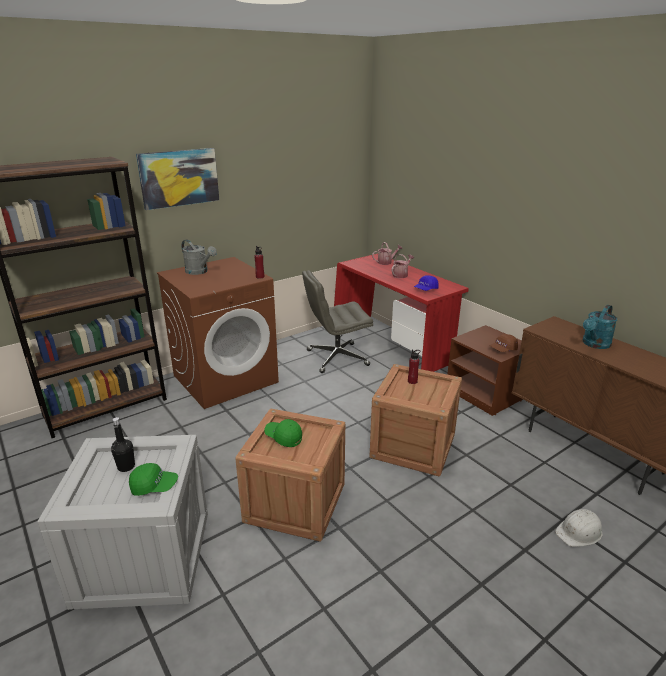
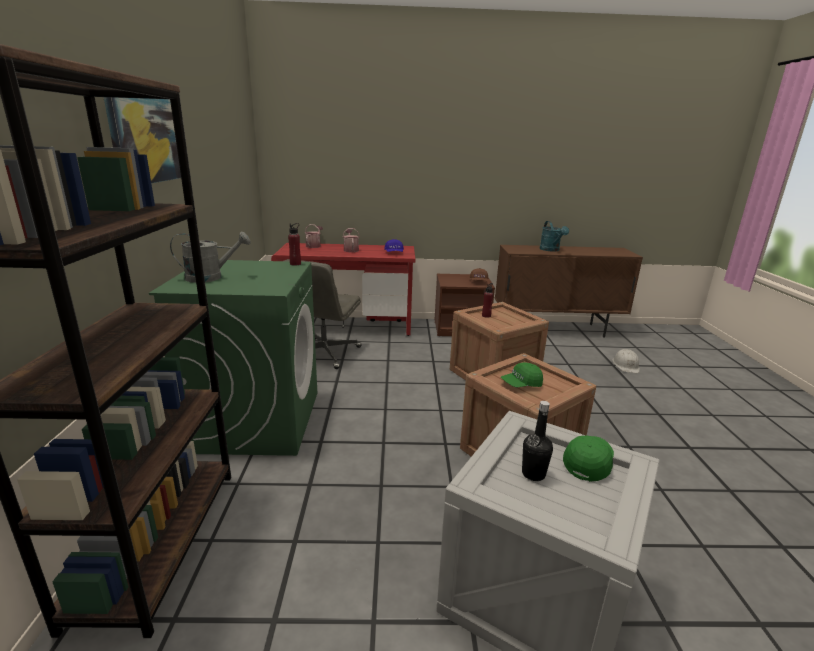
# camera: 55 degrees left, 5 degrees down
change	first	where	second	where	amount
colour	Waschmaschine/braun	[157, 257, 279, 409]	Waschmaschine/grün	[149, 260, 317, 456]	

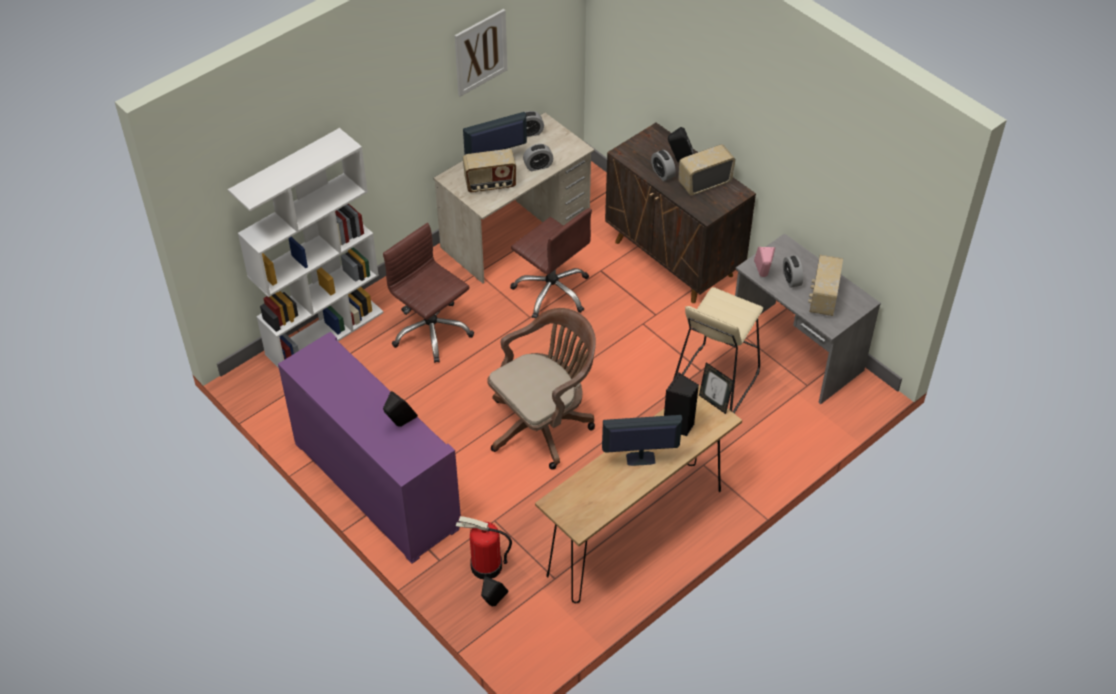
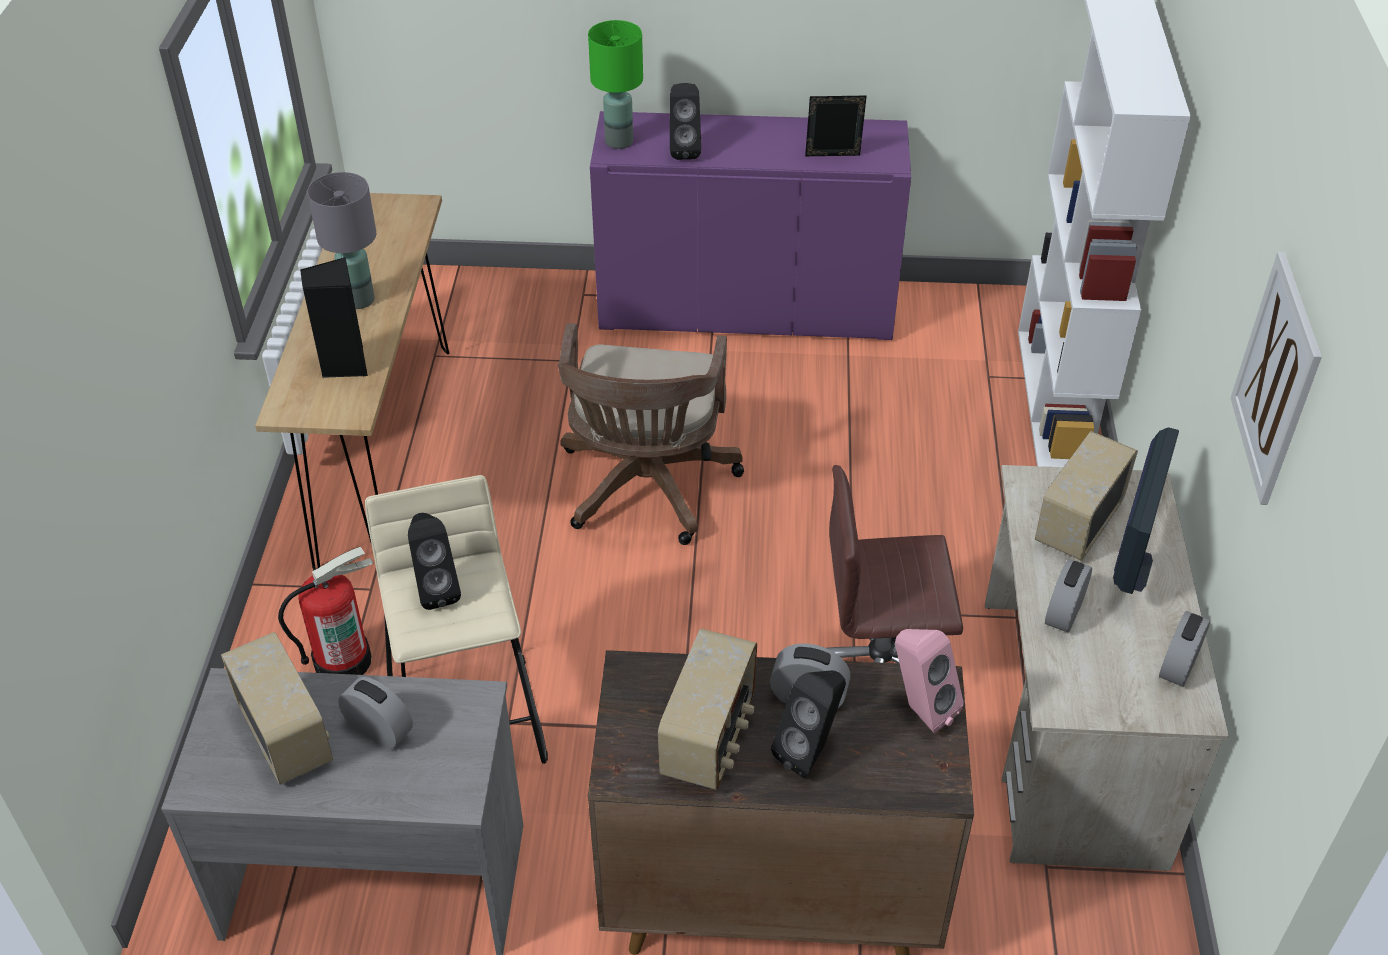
# camera: 135 degrees right, 5 degrees down
change	first	where	second	where	amount
missing	Bürostuhl/braun	[383, 223, 474, 363]			
appeared			Tischlampe/grün	[588, 20, 643, 149]	
relocated	Feuerlöscher	[456, 516, 512, 579]		[278, 546, 374, 675]	
relocated	Lautsprecher/schwarz	[481, 576, 509, 607]		[408, 513, 461, 610]	
relocated	Bilderrahmen	[699, 362, 734, 414]		[805, 95, 867, 156]	
relocated	Lautsprecher/rosa	[754, 247, 775, 277]		[895, 629, 964, 734]	
exchanged	Monitor	[602, 415, 682, 466]	Tischlampe/grau	[307, 172, 376, 309]	

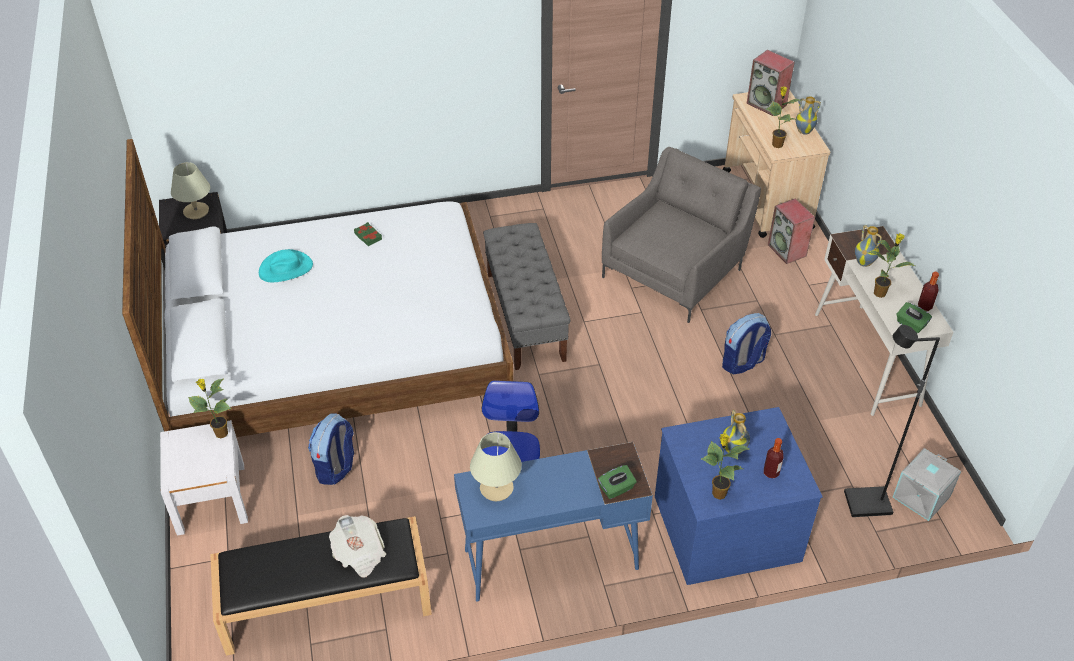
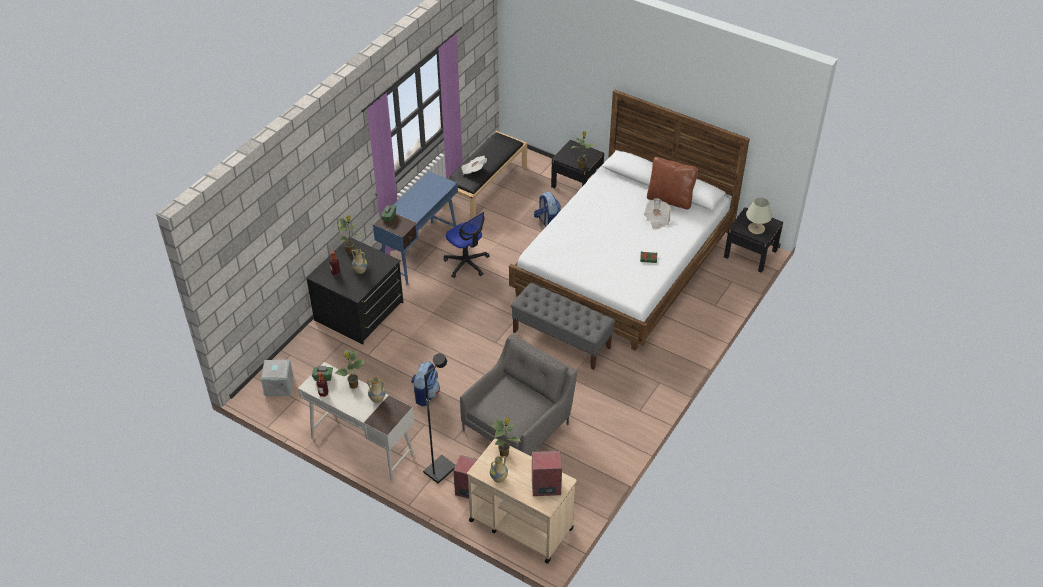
# camera: 135 degrees right, 0 degrees up
change	first	where	second	where	amount
missing	Tischlampe/beige	[470, 432, 522, 501]			
appeared			Kissen/braun	[647, 157, 698, 209]	
relocated	Stehlampe/schwarz	[844, 325, 940, 517]		[423, 353, 456, 484]	
exchanged	Hut/türkis	[259, 249, 313, 282]	Zeitung	[644, 198, 671, 230]	
colour	Nachttisch/weiß	[160, 420, 248, 536]	Nachttisch/schwarz	[551, 140, 604, 188]	
colour	Kommode/blau	[655, 407, 823, 585]	Kommode/schwarz	[306, 237, 403, 344]	
spun	Sessel/grau	[602, 147, 761, 323]		[460, 334, 577, 456]	135 degrees counterclockwise

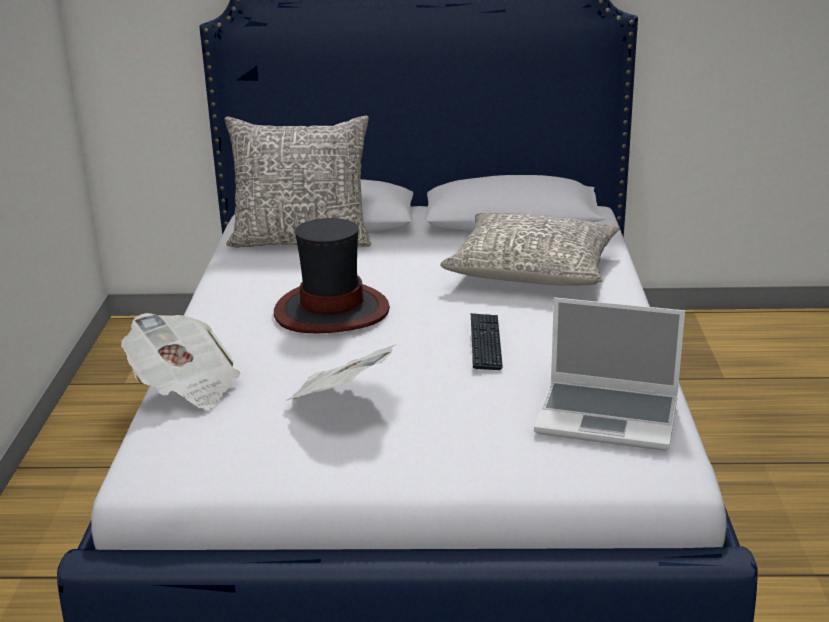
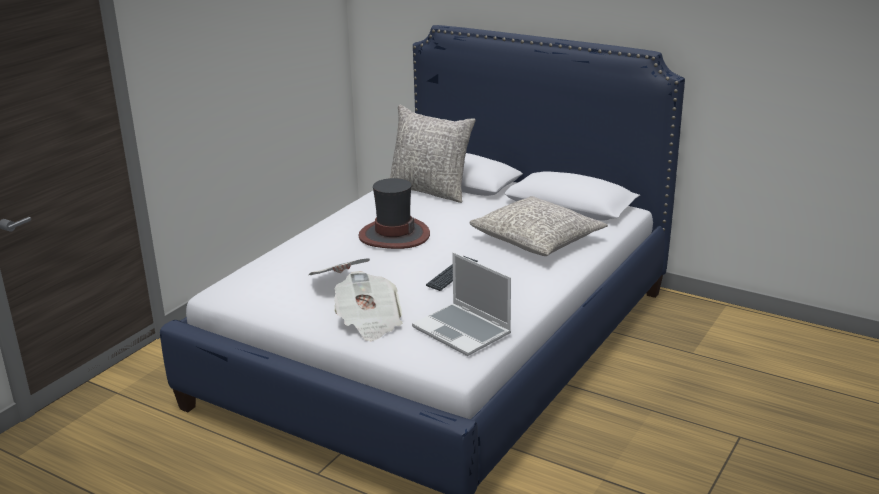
# camera: 30 degrees right, 0 degrees up
change	first	where	second	where	amount
relocated	Zeitung	[121, 313, 241, 409]		[334, 271, 403, 341]	

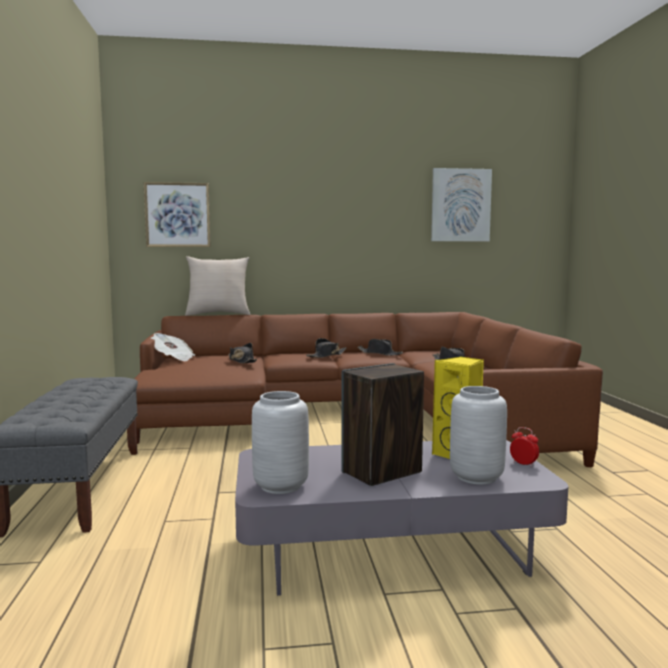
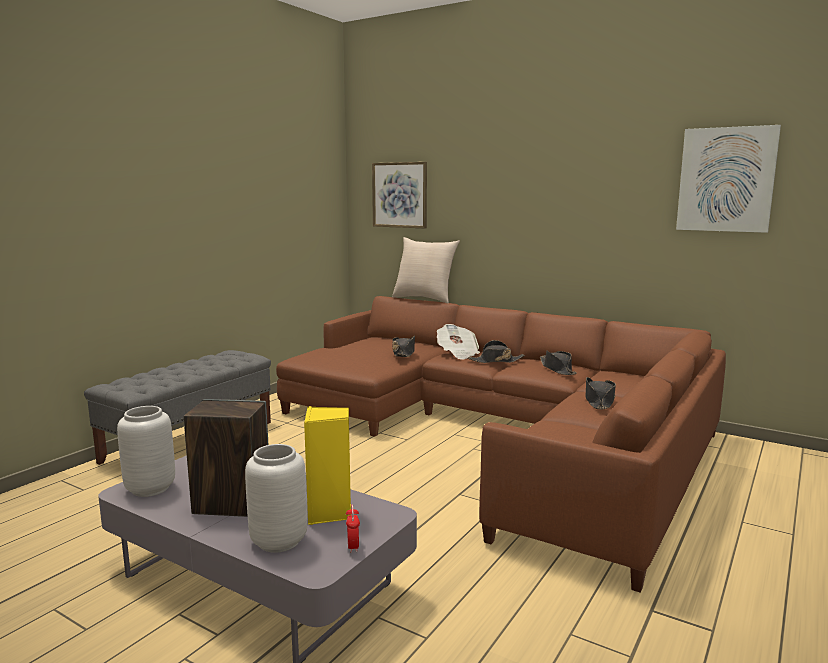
# camera: 40 degrees right, 5 degrees up
change	first	where	second	where	amount
relocated	Zeitung	[151, 333, 195, 361]		[437, 324, 480, 360]	

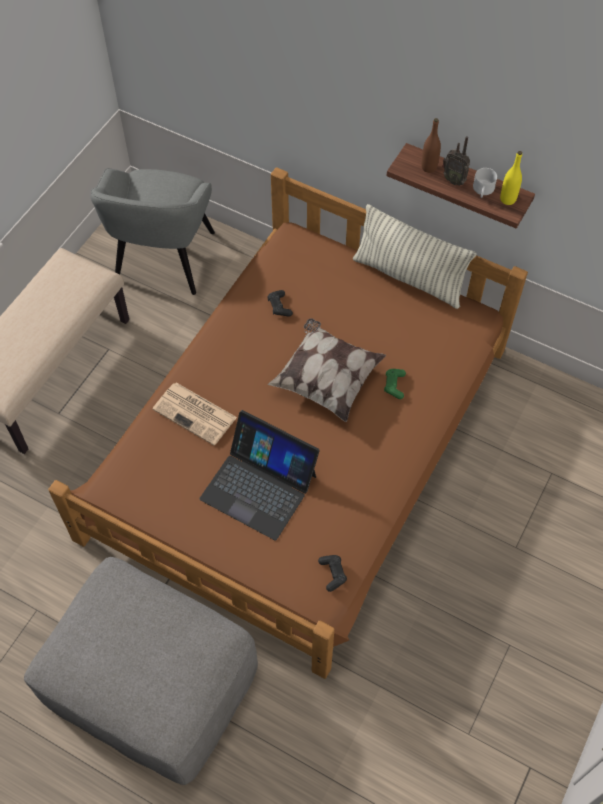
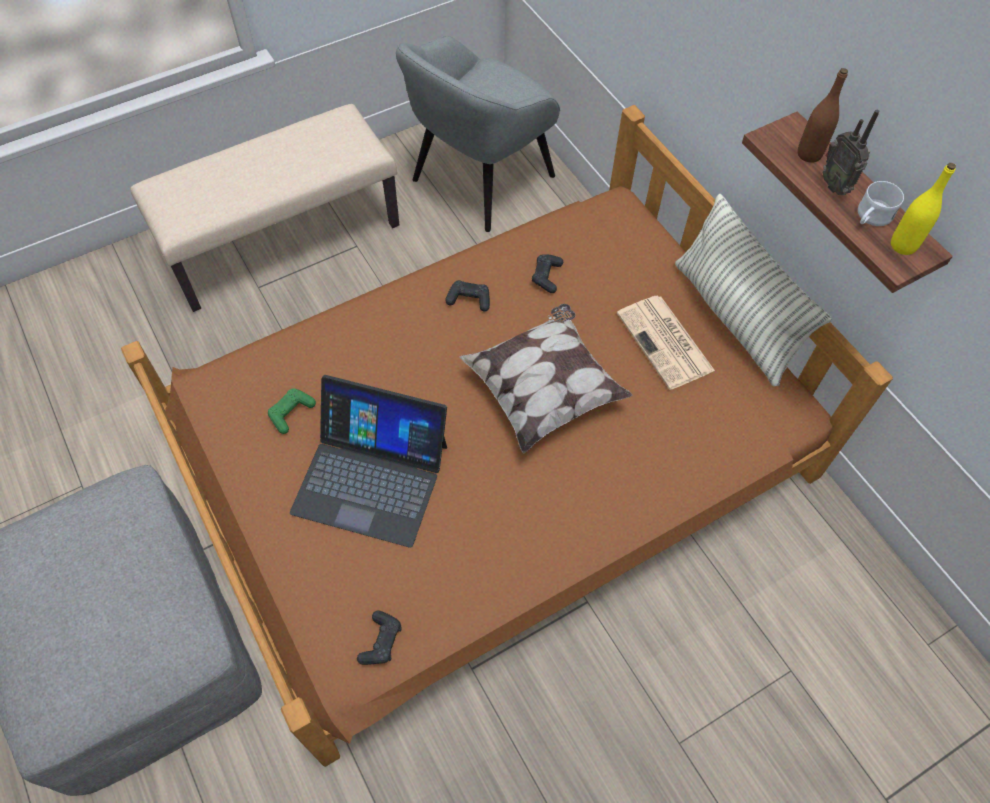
# camera: 30 degrees right, 0 degrees up
change	first	where	second	where	amount
appeared			Gamepad/schwarz	[445, 280, 490, 312]	
relocated	Zeitung	[152, 382, 237, 445]		[617, 296, 715, 390]	
relocated	Gamepad/grün	[384, 369, 406, 399]		[268, 388, 316, 434]	
spun	Laptop	[199, 410, 320, 540]		[290, 375, 447, 548]	45 degrees counterclockwise

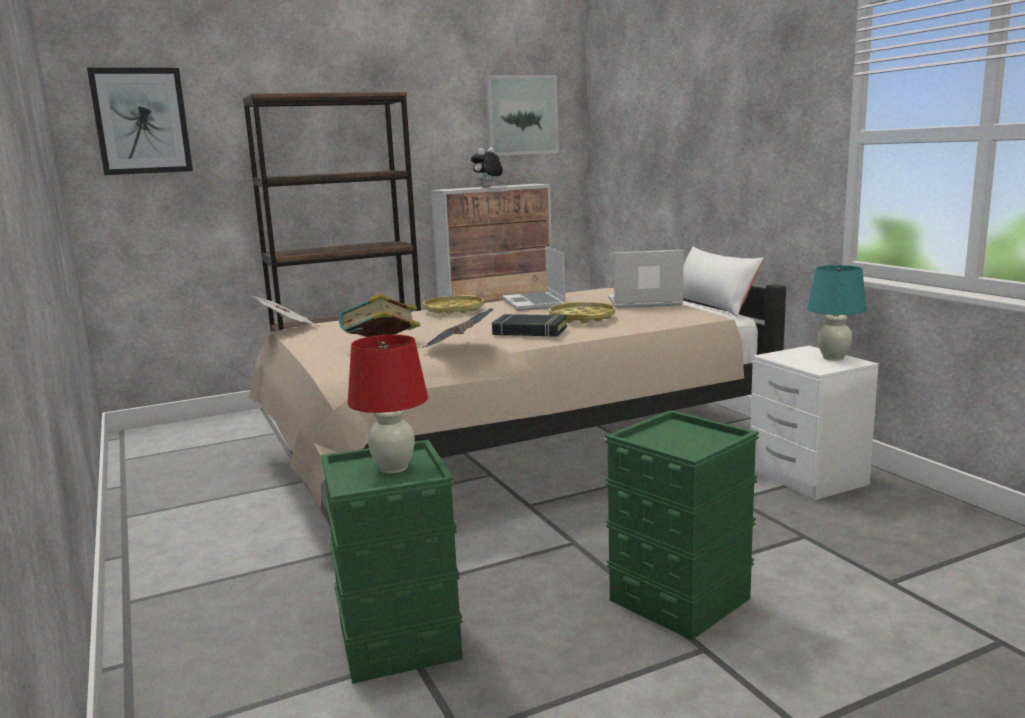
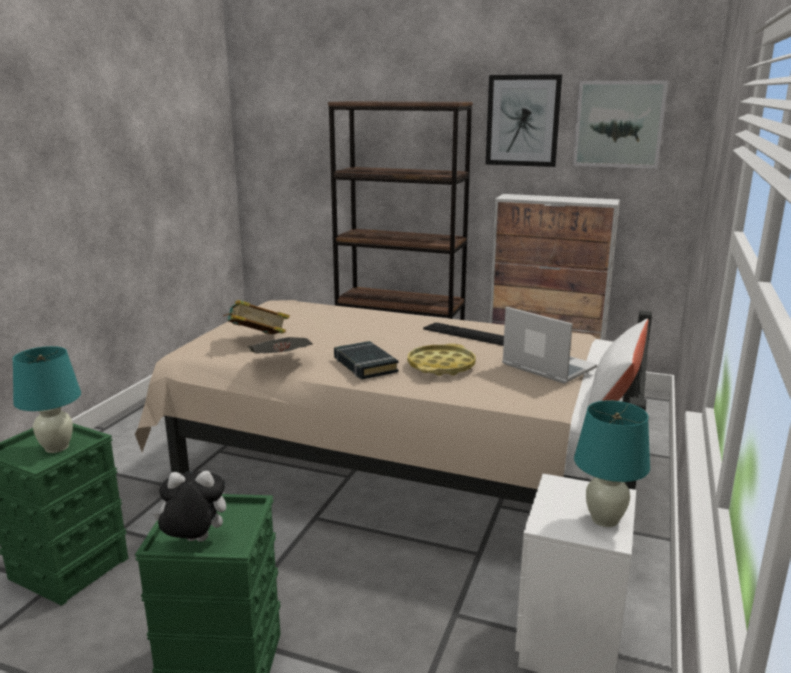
# camera: 45 degrees right, 5 degrees up
change	first	where	second	where	amount
missing	Zeitung	[249, 295, 319, 326]			
missing	Tablett/gelb	[423, 295, 484, 315]			
relocated	Bild	[87, 68, 193, 175]		[486, 74, 562, 167]	
relocated	Plüschtier	[471, 147, 503, 187]		[153, 471, 226, 542]	
exchanged	Laptop	[502, 246, 565, 311]	Tastatur	[423, 323, 504, 346]	
colour	Tischlampe/rot	[347, 335, 428, 474]	Tischlampe/türkis	[13, 346, 81, 453]	

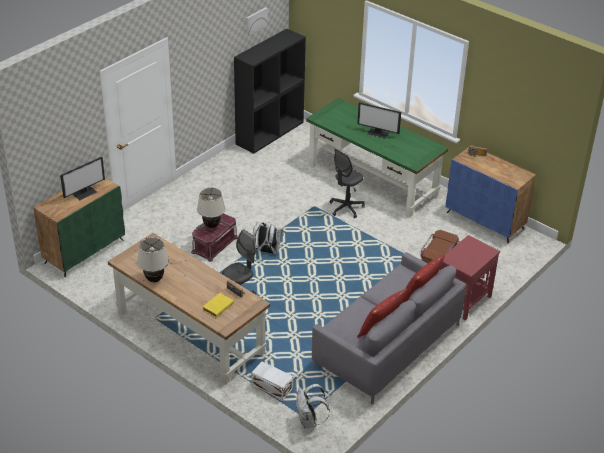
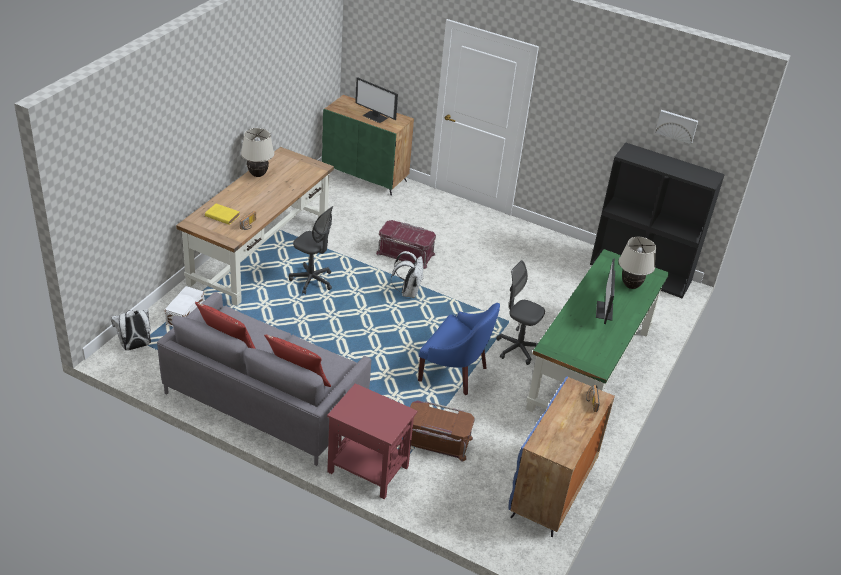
# camera: 75 degrees right, 0 degrees up
change	first	where	second	where	amount
appeared			Sessel/blau	[418, 303, 500, 395]	
relocated	Tischlampe/beige	[197, 187, 225, 228]		[619, 237, 656, 289]	

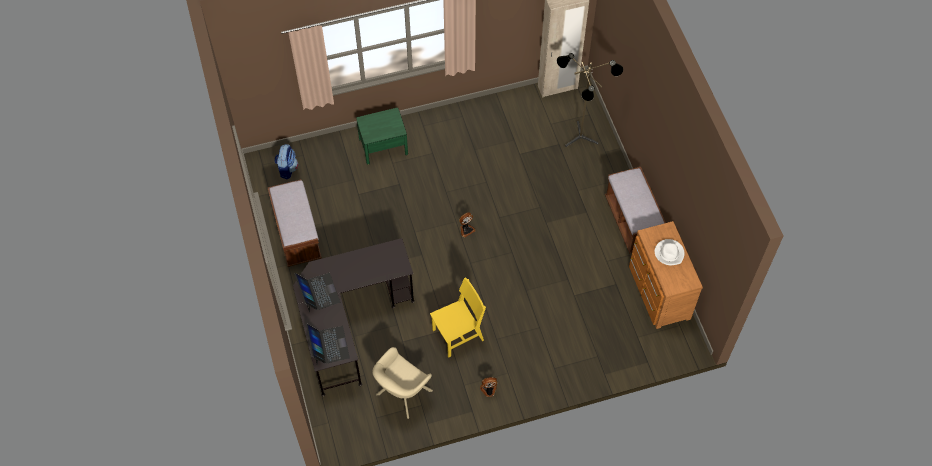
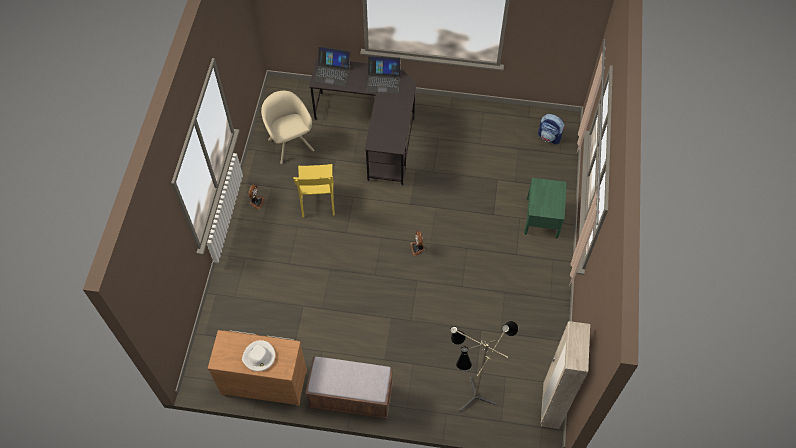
# camera: 115 degrees right, 0 degrees up
change	first	where	second	where	amount
missing	Bank/braun	[268, 179, 322, 267]			

